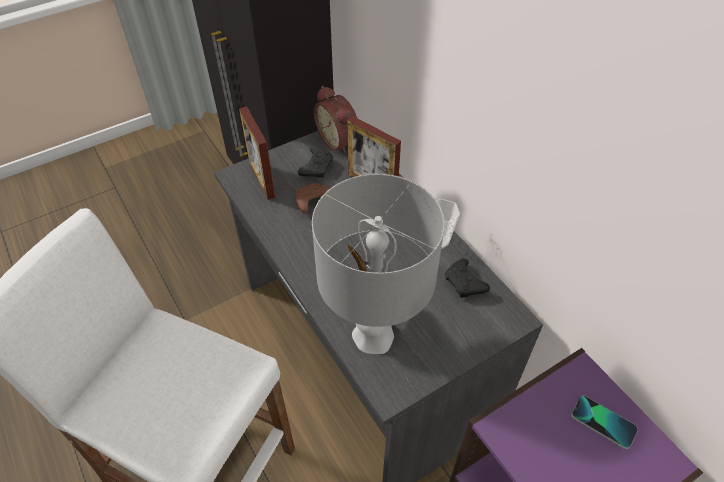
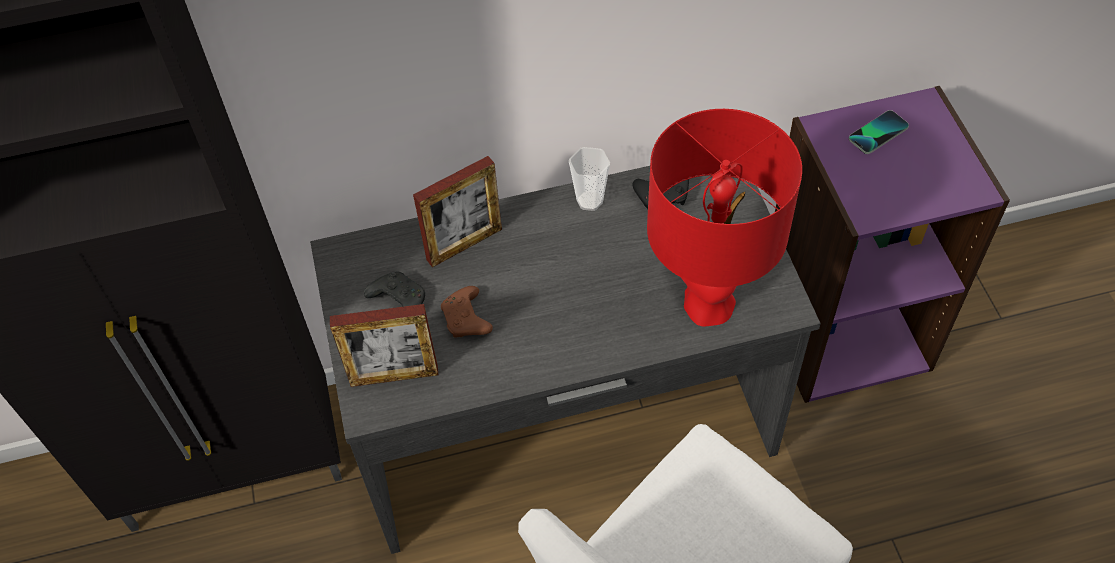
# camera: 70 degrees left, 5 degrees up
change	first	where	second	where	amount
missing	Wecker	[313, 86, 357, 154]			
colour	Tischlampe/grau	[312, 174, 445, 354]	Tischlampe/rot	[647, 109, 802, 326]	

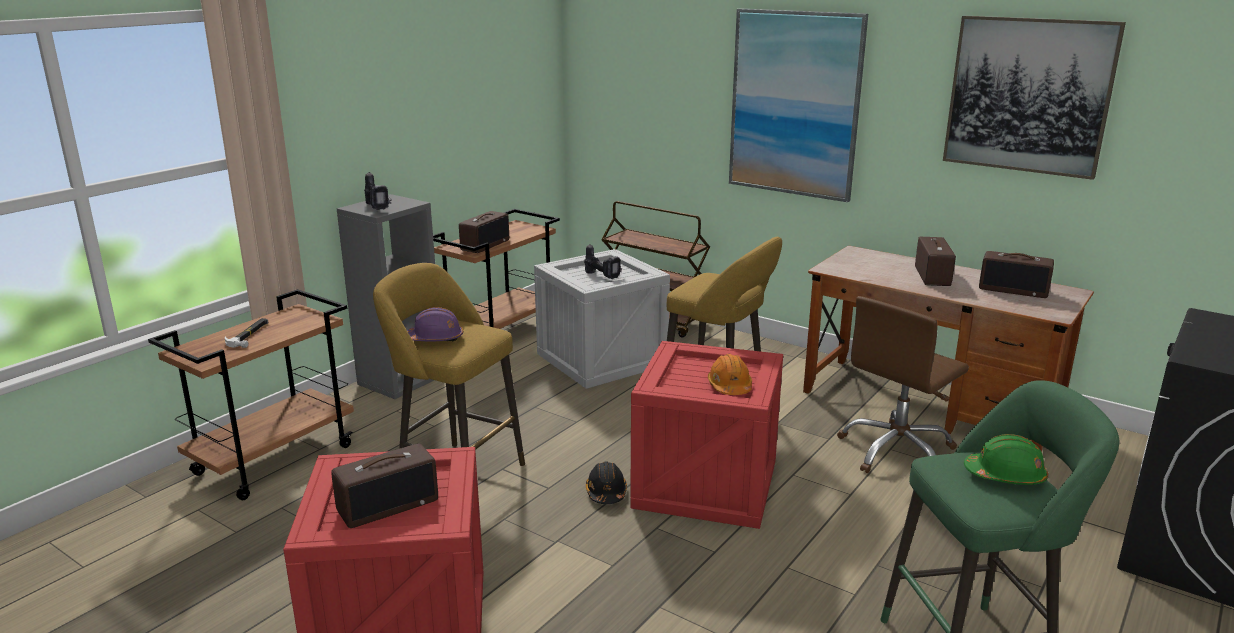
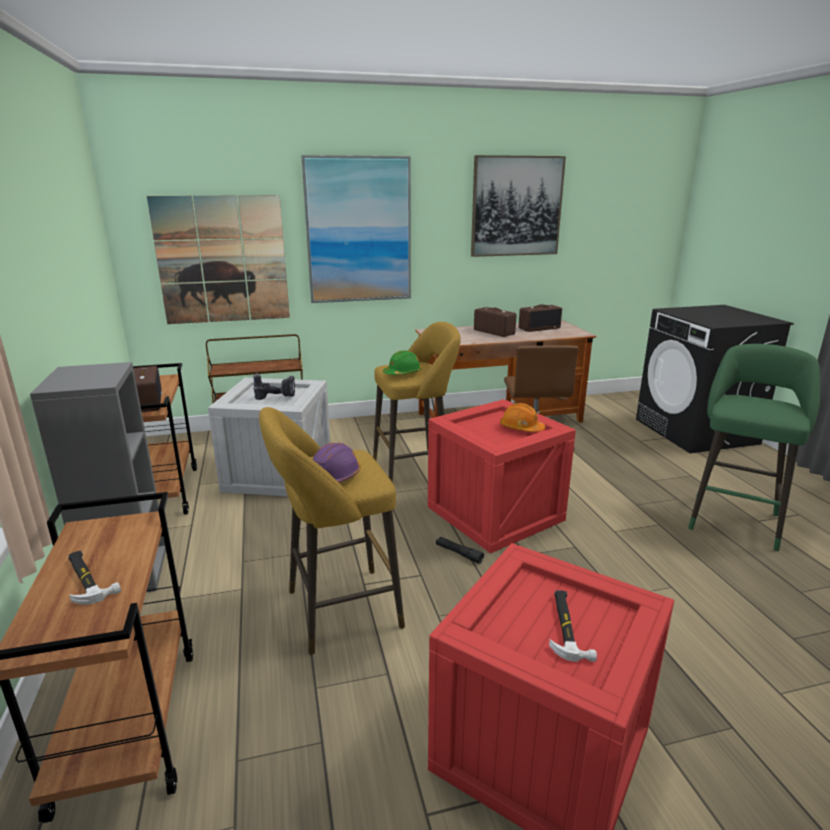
# camera: 50 degrees left, 0 degrees up
change	first	where	second	where	amount
missing	Bohrmaschine	[364, 172, 392, 210]			
appeared			Bild	[147, 195, 290, 324]	
relocated	Schutzhelm/grün	[964, 434, 1048, 485]		[383, 350, 422, 375]	
exchanged	Radio	[331, 444, 438, 528]	Hammer	[549, 590, 597, 662]	
exchanged	Schutzhelm/schwarz	[586, 461, 627, 504]	Taschenlampe/schwarz	[436, 537, 484, 564]	

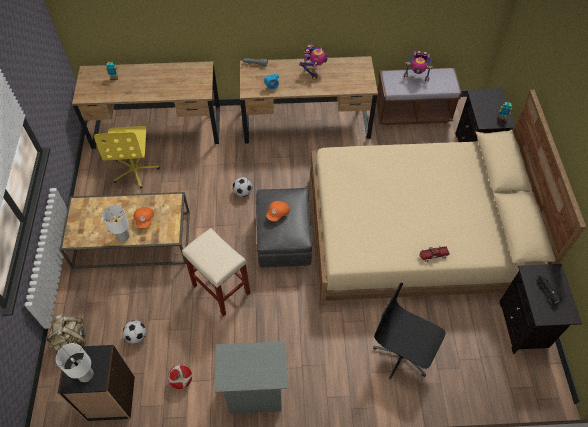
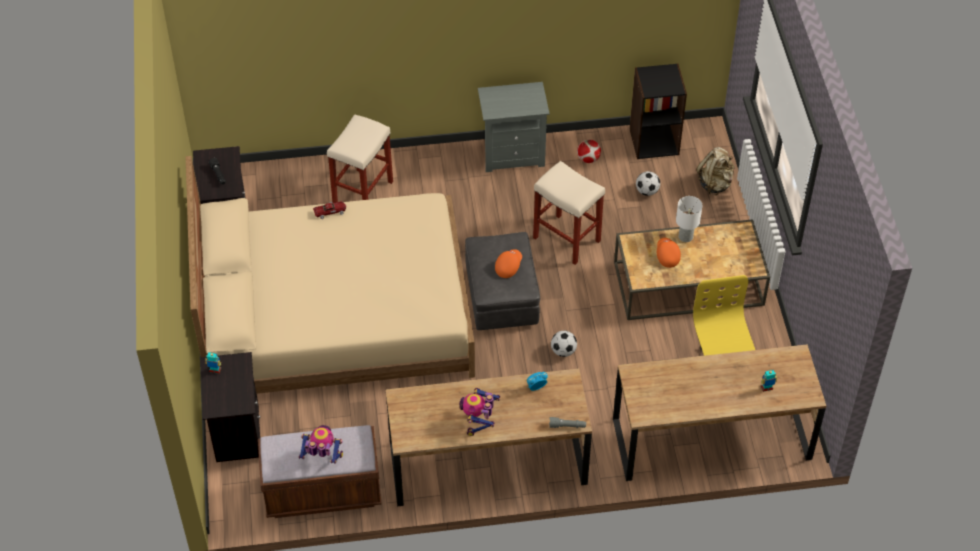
# camera: 175 degrees right, 5 degrees down
change	first	where	second	where	amount
missing	Tischlampe/weiß	[56, 343, 94, 382]			
exchanged	Bürostuhl/schwarz	[373, 282, 445, 380]	Hocker/beige	[327, 114, 393, 203]	

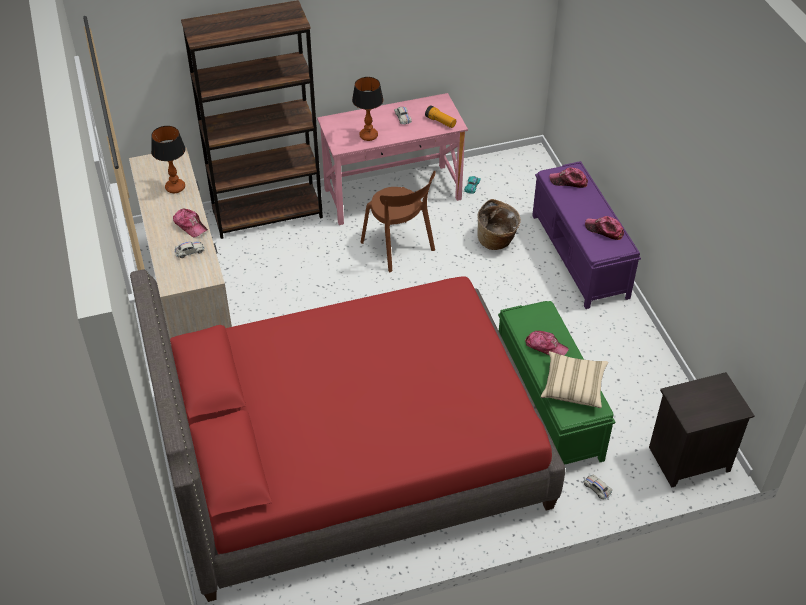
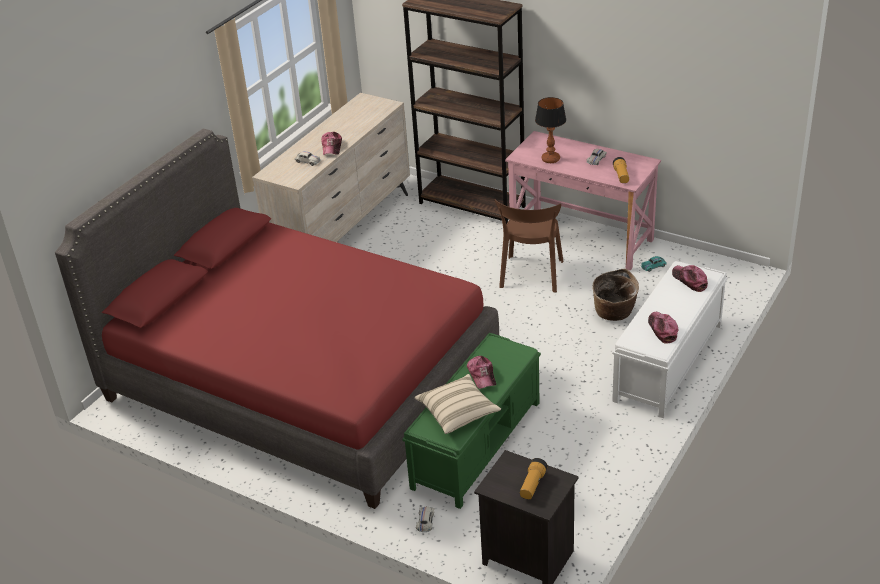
# camera: 50 degrees right, 10 degrees down
change	first	where	second	where	amount
missing	Tischlampe	[151, 126, 185, 193]			
appeared			Taschenlampe	[520, 458, 548, 499]	
colour	Bank/lila	[532, 161, 641, 309]	Bank/weiß	[612, 261, 728, 418]	

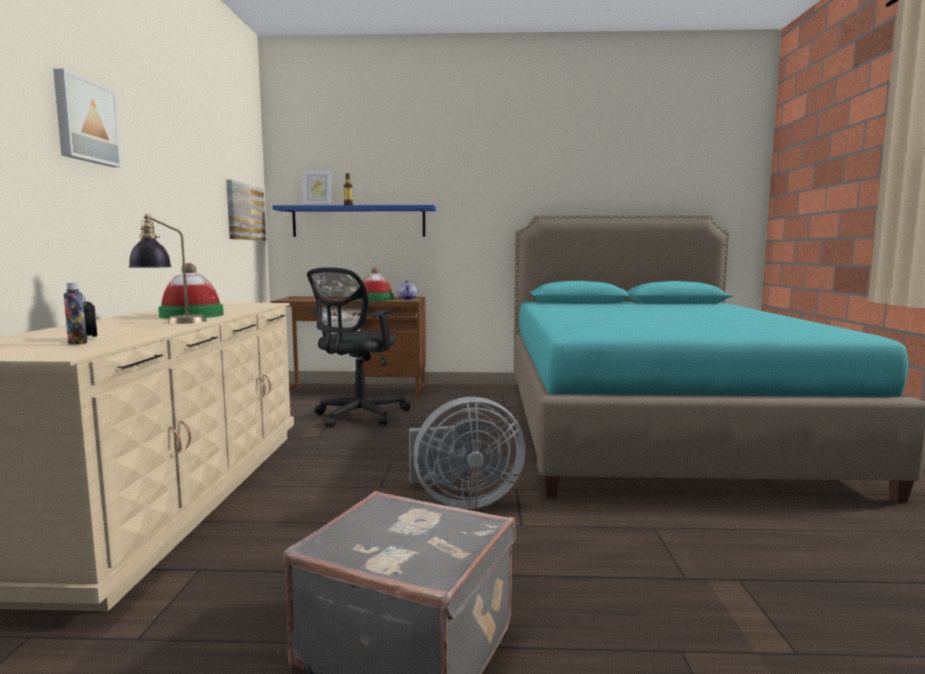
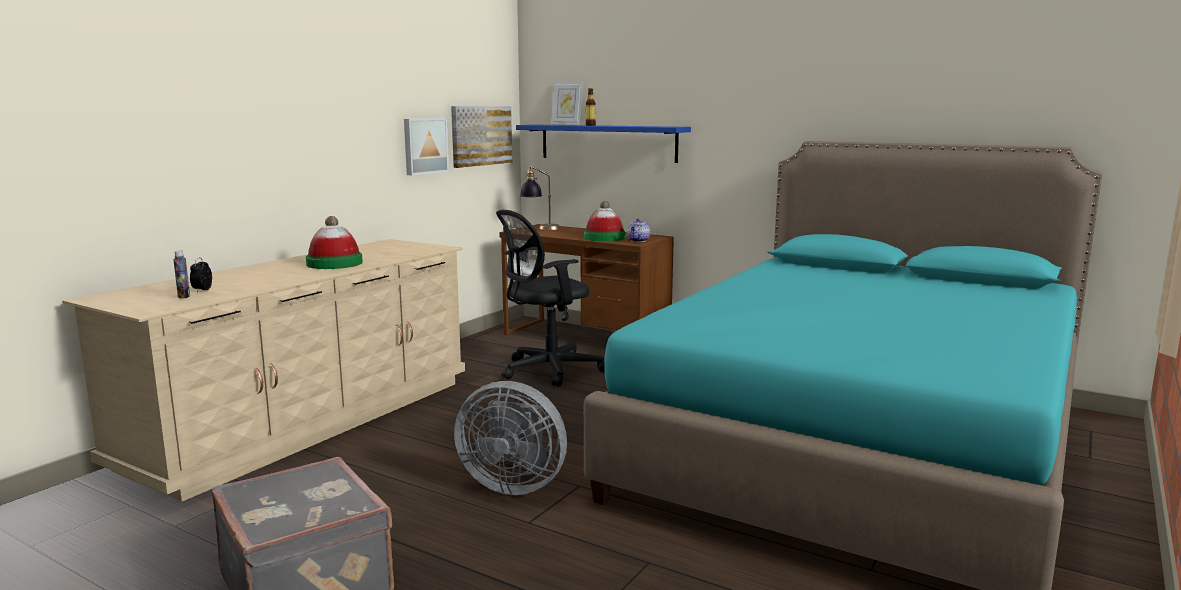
# camera: 30 degrees right, 5 degrees up
change	first	where	second	where	amount
relocated	Bild	[53, 69, 122, 167]		[404, 118, 449, 175]	
relocated	Tischlampe	[129, 214, 207, 324]		[520, 165, 560, 230]	

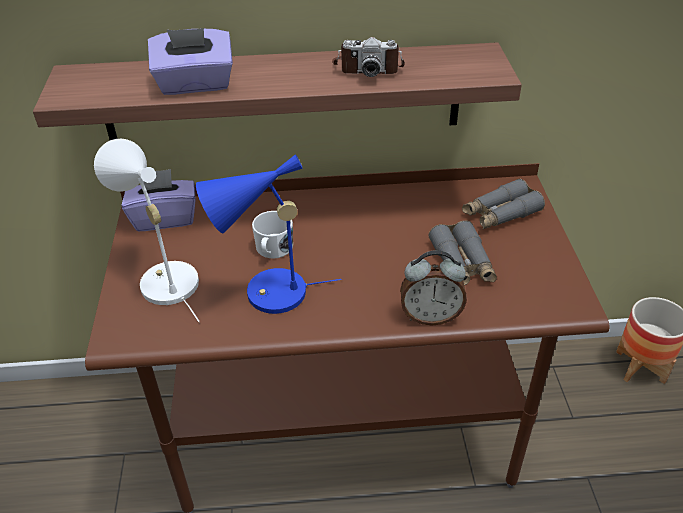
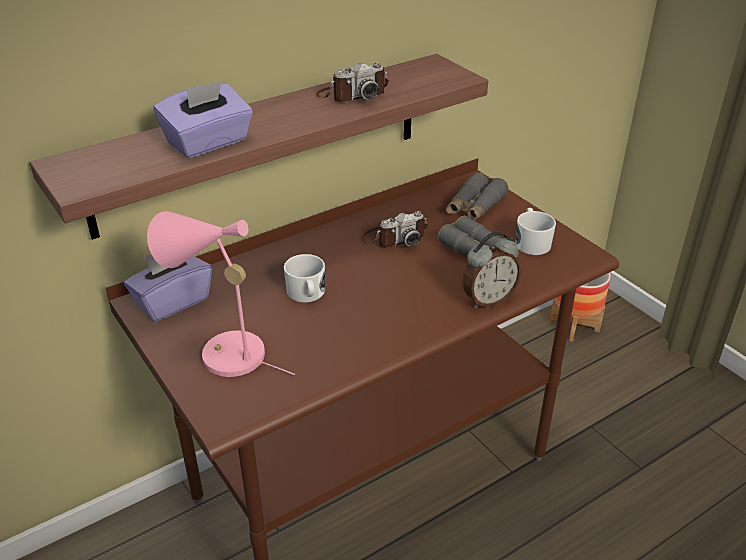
# camera: 30 degrees left, 5 degrees down
change	first	where	second	where	amount
missing	Tischlampe/blau	[196, 154, 341, 314]			
appeared			Kamera	[362, 211, 428, 248]	
appeared			Henkelbecher/weiß	[516, 208, 556, 255]	
colour	Tischlampe/weiß	[94, 139, 200, 322]	Tischlampe/rosa	[147, 211, 295, 377]	

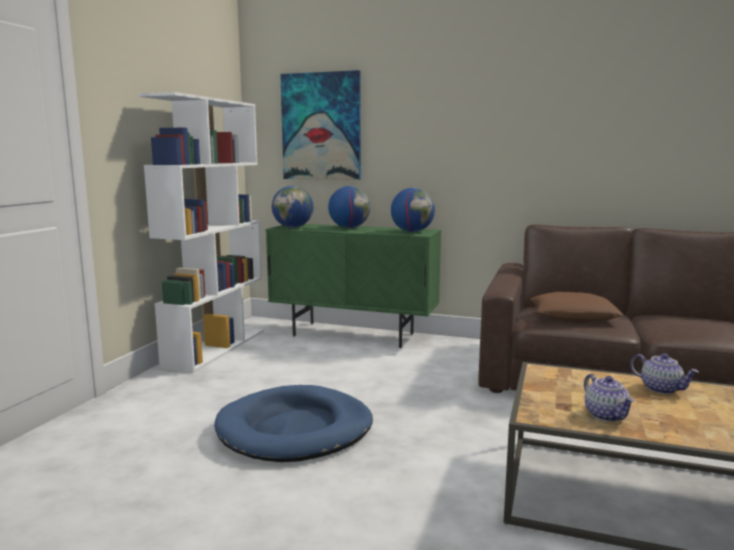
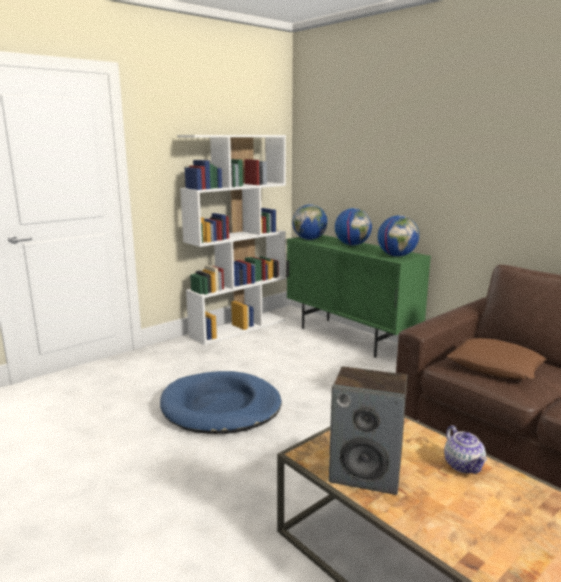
# camera: 30 degrees right, 5 degrees up
change	first	where	second	where	amount
missing	Bild	[280, 70, 361, 180]			
exchanged	Teekanne	[584, 374, 635, 422]	Lautsprecher	[329, 367, 408, 495]	

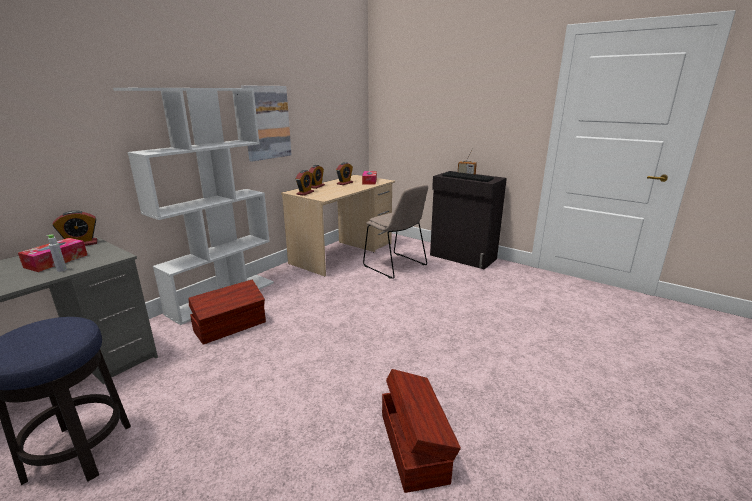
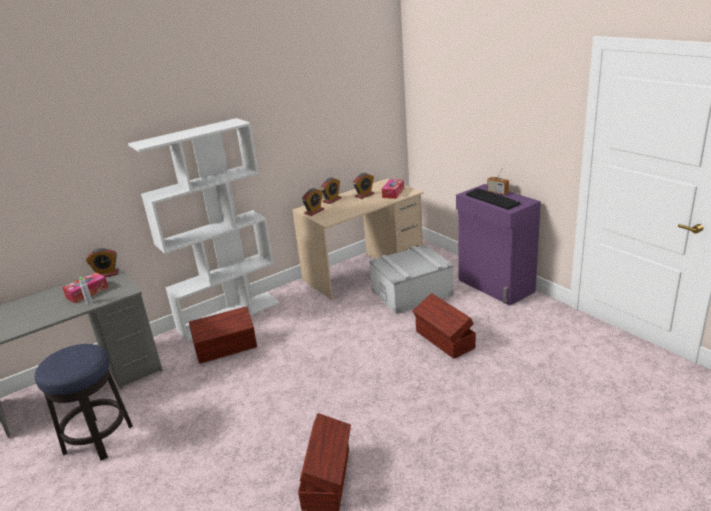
# camera: 20 degrees right, 5 degrees up
change	first	where	second	where	amount
missing	Bild	[241, 85, 292, 162]			
appeared			Aufbewahrungsbox/braun	[413, 293, 476, 359]	
exchanged	Stuhl/beige	[363, 185, 428, 279]	Aufbewahrungsbox/grau	[369, 244, 454, 314]	
colour	Schrank/schwarz	[430, 171, 507, 269]	Schrank/lila	[456, 184, 541, 306]	

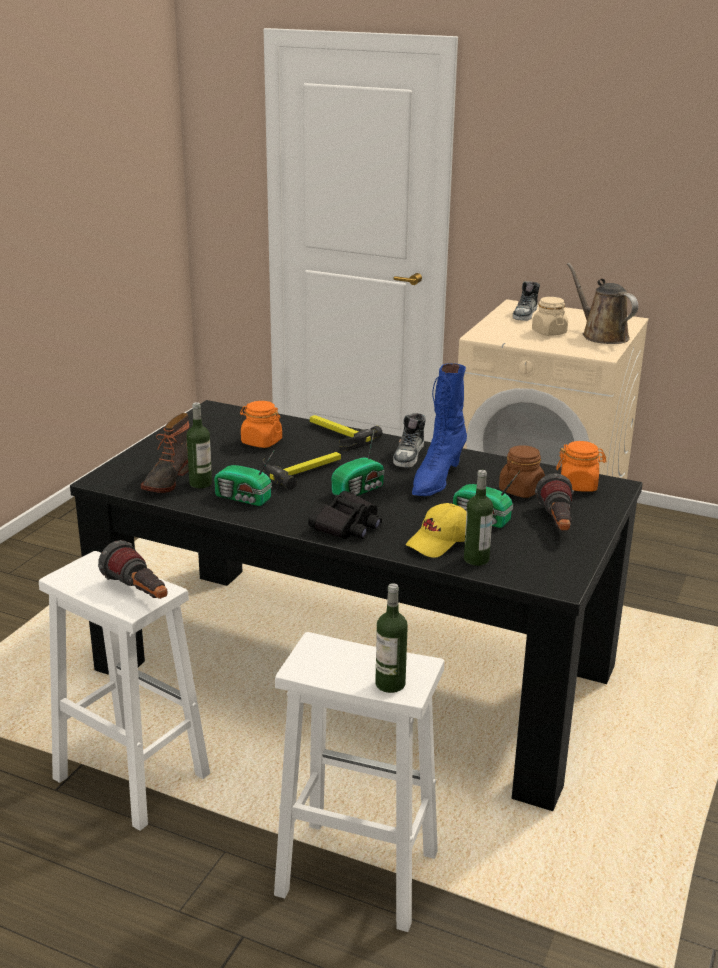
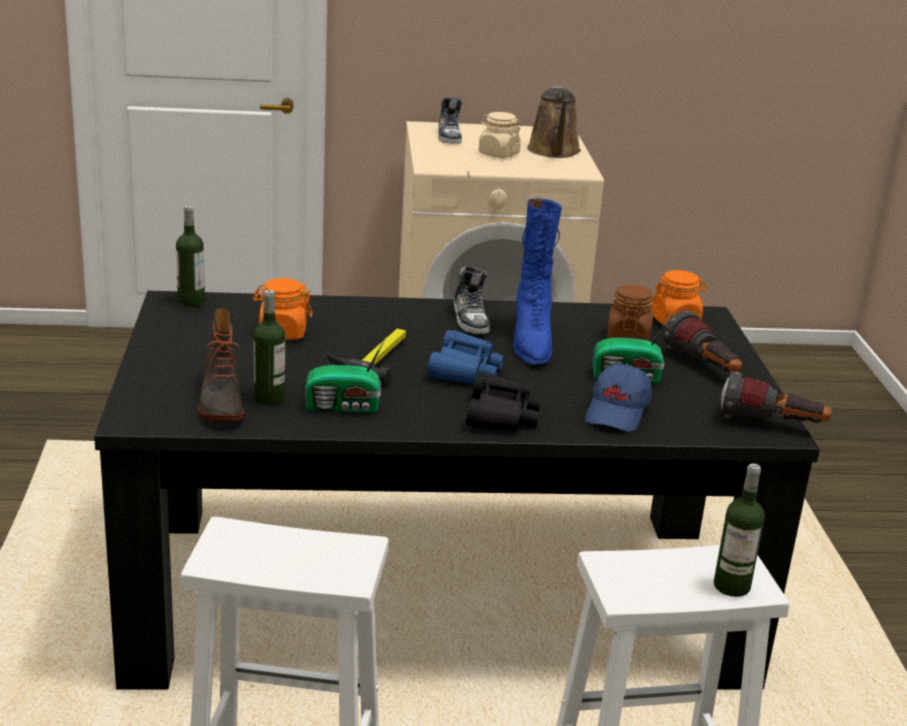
# camera: 30 degrees left, 0 degrees up
change	first	where	second	where	amount
missing	Hammer	[310, 415, 383, 451]			
relocated	Taschenlampe	[98, 540, 167, 599]		[721, 371, 832, 423]	
relocated	Flasche	[464, 470, 493, 566]		[176, 205, 205, 307]	
exchanged	Radio	[332, 431, 385, 496]	Fernglas/blau	[427, 330, 504, 384]	
colour	Kappe/gelb	[406, 503, 467, 558]	Kappe/blau	[585, 364, 651, 431]	
spun	Gießkanne/braun	[567, 263, 638, 344]		[527, 86, 581, 158]	120 degrees counterclockwise

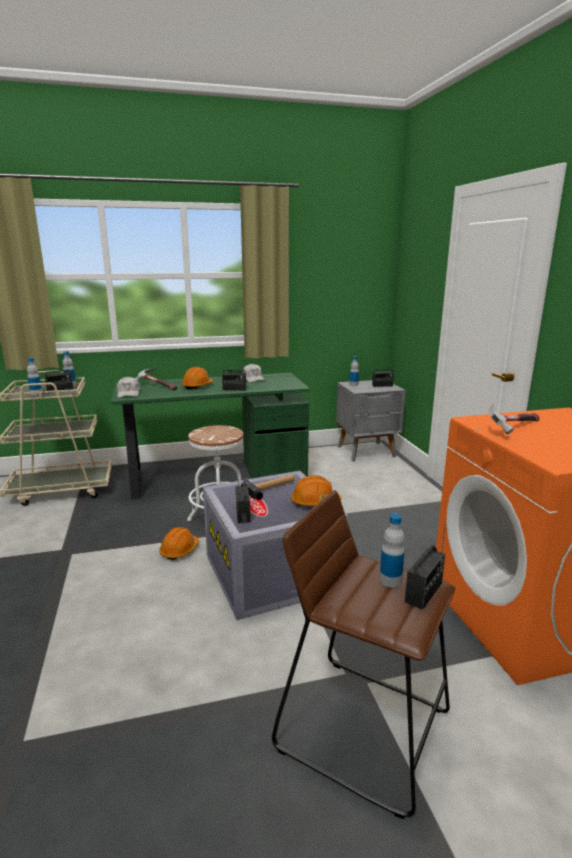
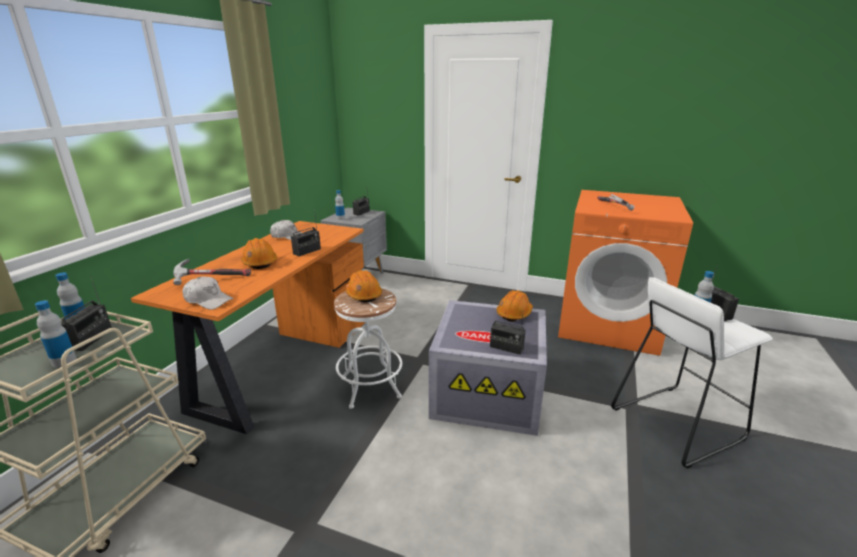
# camera: 55 degrees left, 5 degrees up
change	first	where	second	where	amount
missing	Hammer	[243, 474, 295, 500]			
relocated	Schutzhelm/orange	[159, 527, 199, 560]		[345, 270, 382, 302]	
colour	Schreibtisch/grün	[111, 373, 310, 499]	Schreibtisch/orange	[131, 221, 365, 434]	
colour	Hocker/braun	[272, 490, 456, 819]	Hocker/weiß	[611, 277, 773, 469]	

